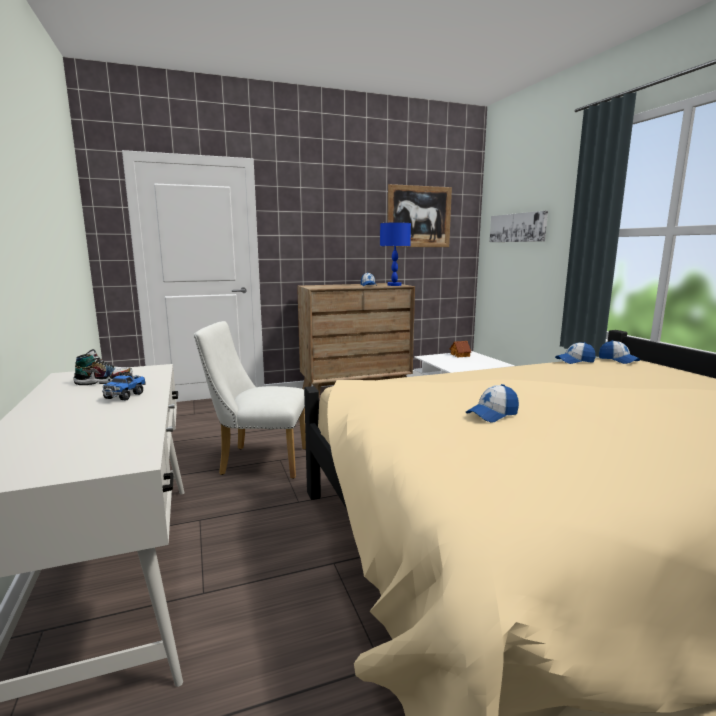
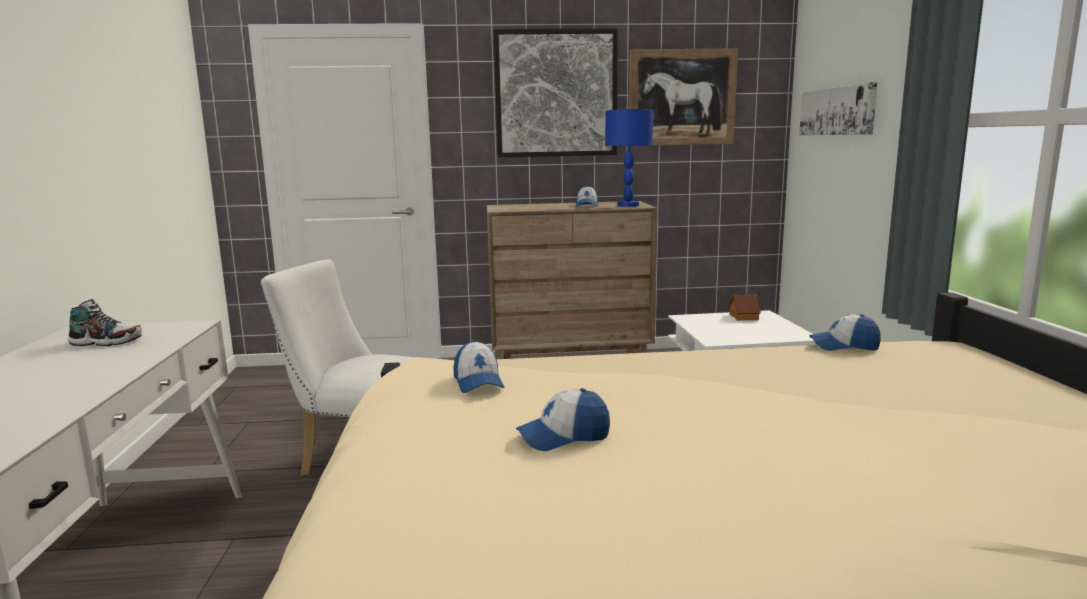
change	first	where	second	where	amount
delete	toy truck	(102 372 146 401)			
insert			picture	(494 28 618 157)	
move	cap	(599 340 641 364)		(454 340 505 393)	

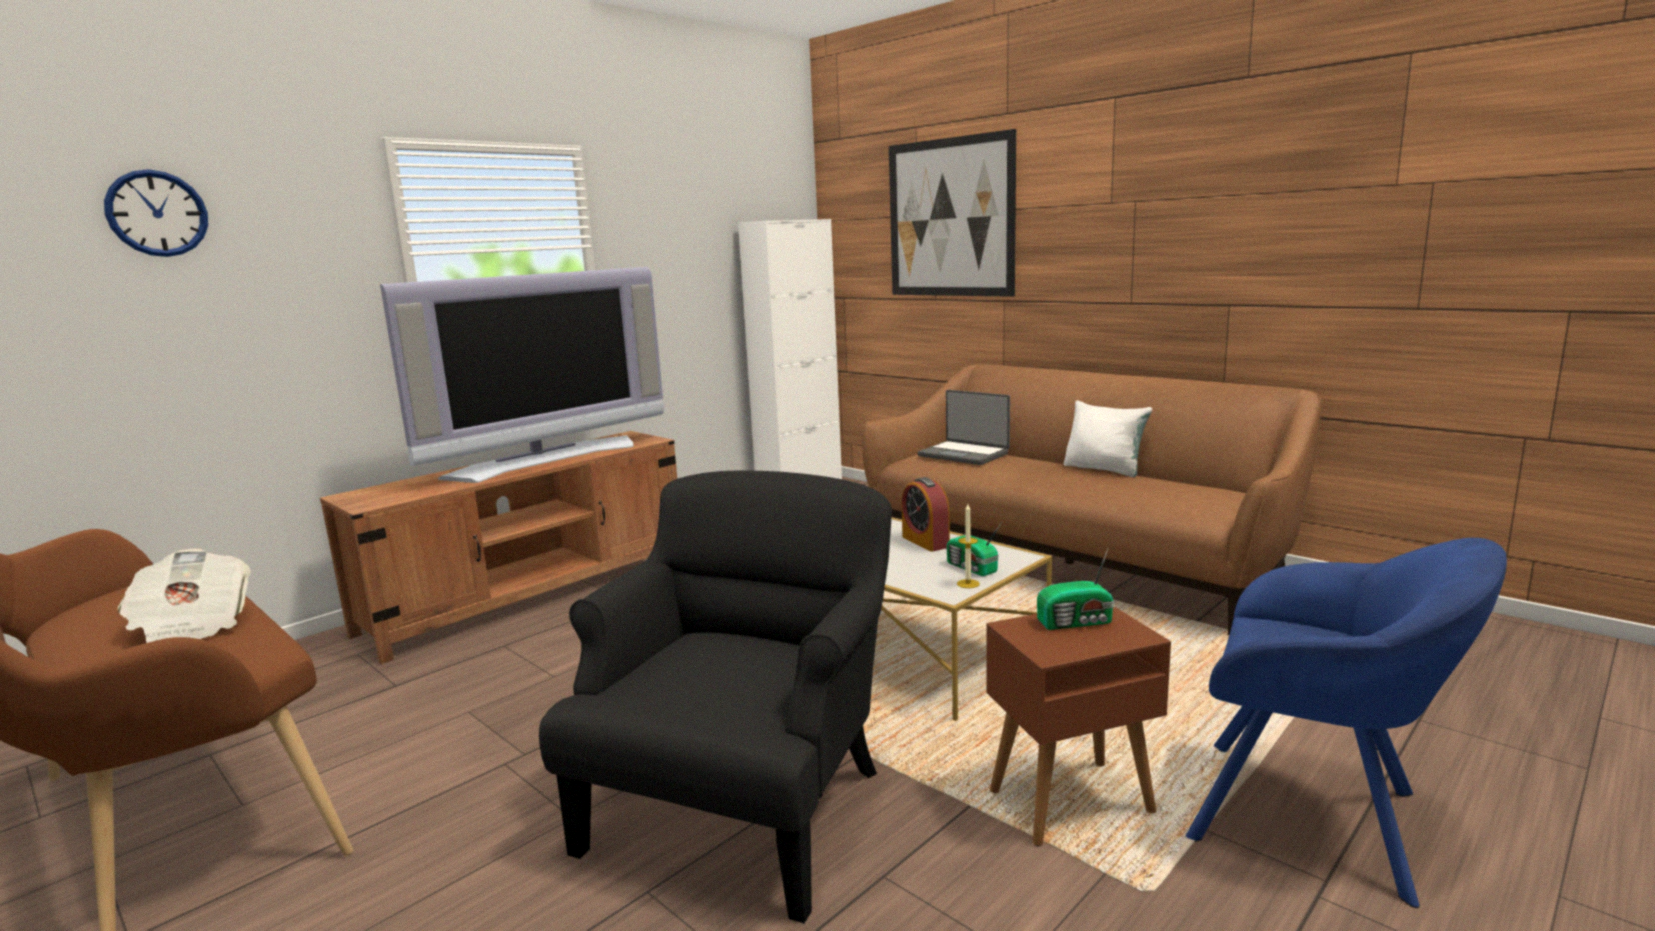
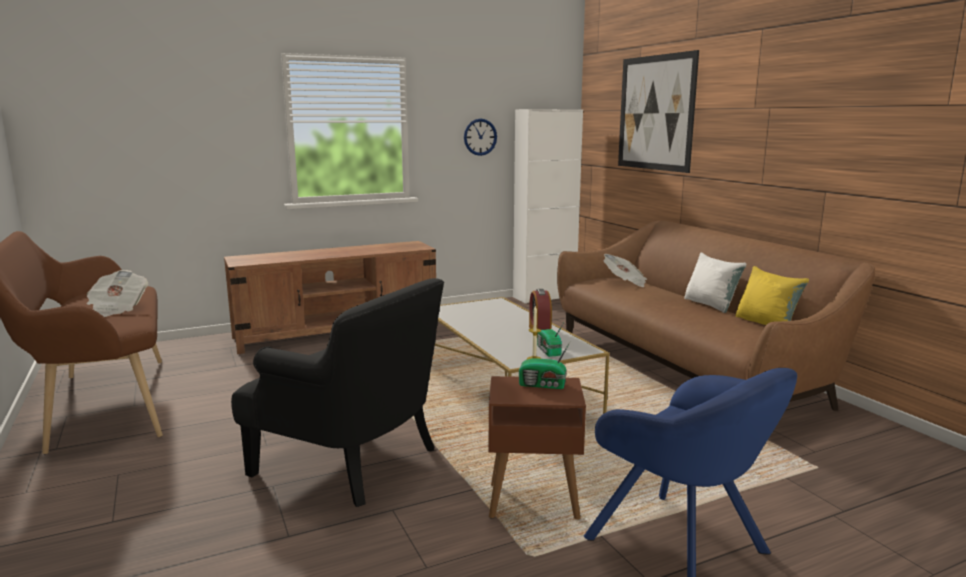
change	first	where	second	where	amount
delete	television	(380 267 664 483)			
insert			yellow pillow	(735 266 809 325)	
move	wall clock	(104 169 208 257)		(464 119 497 156)	
replace	laptop	(918 390 1010 465)	newspaper	(603 254 647 287)	
rotate	black armchair	(539 470 892 923)		(231 278 444 507)	75 degrees clockwise

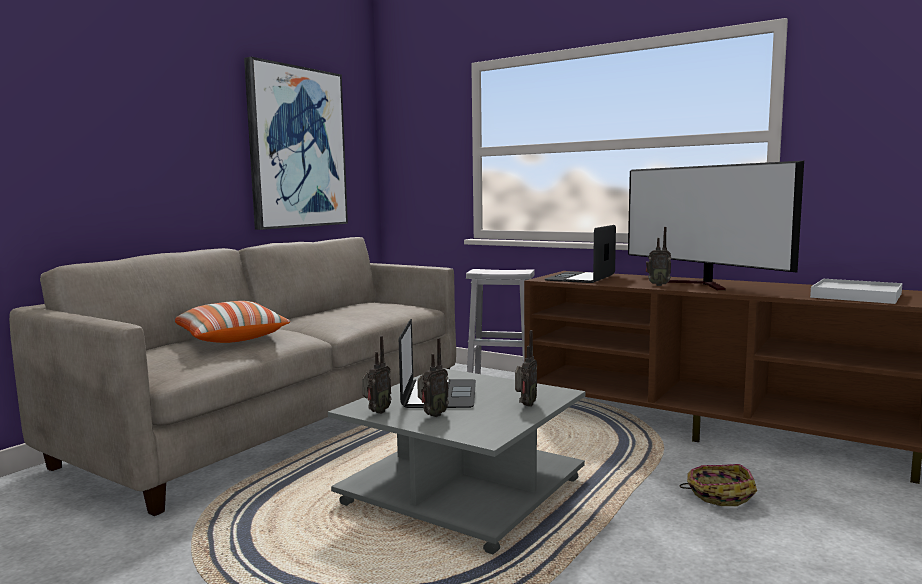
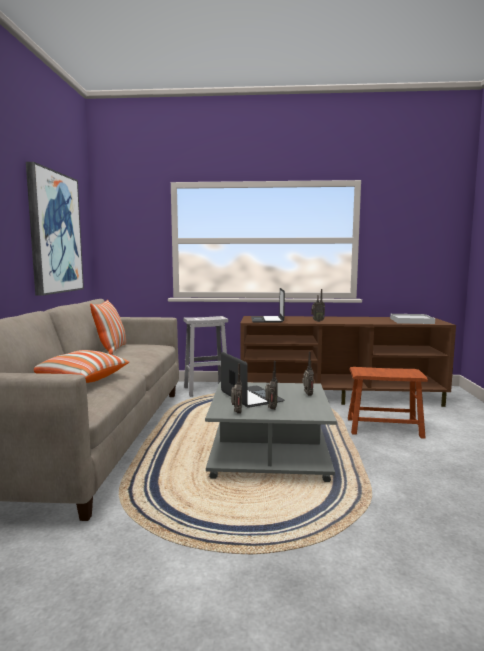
change	first	where	second	where	amount
delete	television	(628 161 804 290)			
insert			pillow	(90 300 126 355)	
replace	basket	(680 464 757 506)	brown stool	(348 367 428 439)	

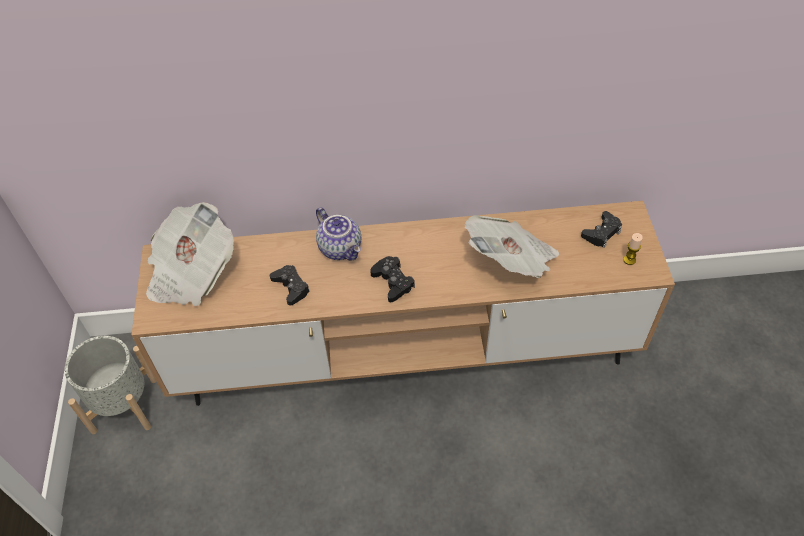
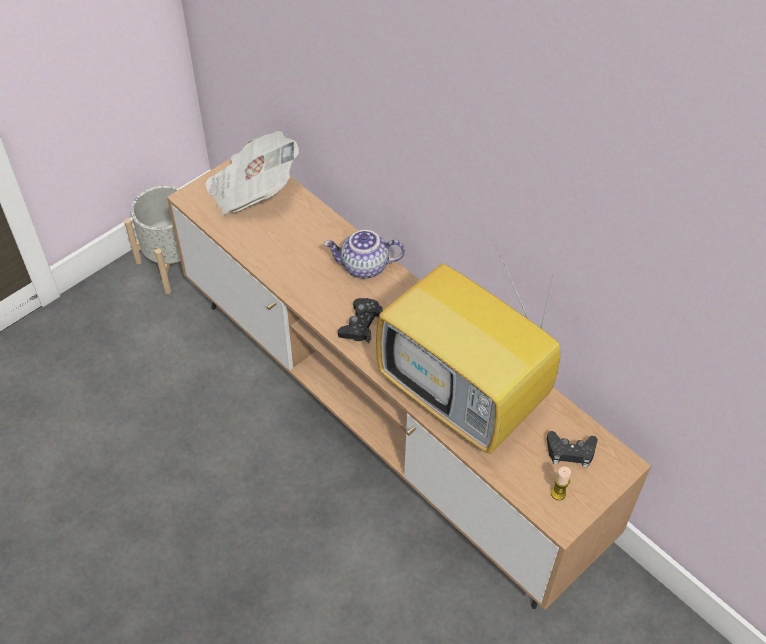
change	first	where	second	where	amount
delete	black game controller	(270 265 310 306)			
replace	newspaper	(465 215 559 278)	television	(376 242 560 454)	
rotate	teapot	(316 207 361 260)		(324 230 405 279)	75 degrees clockwise

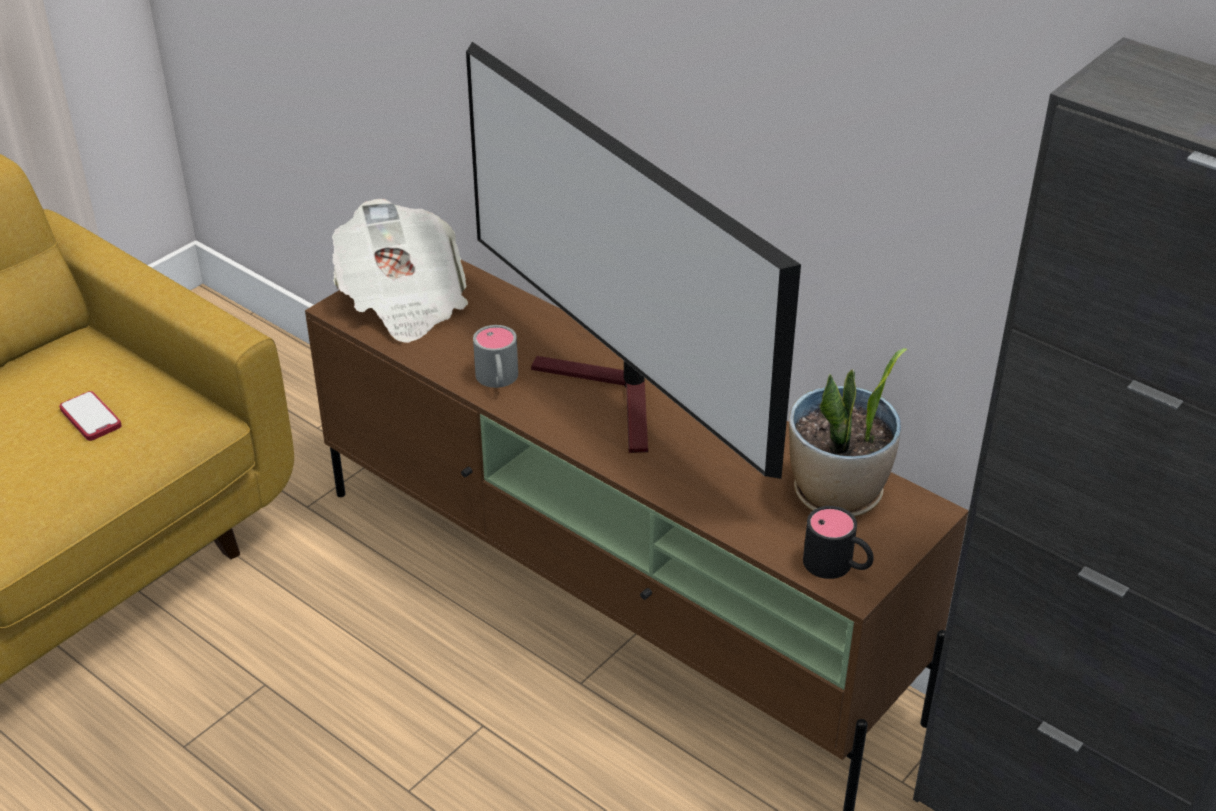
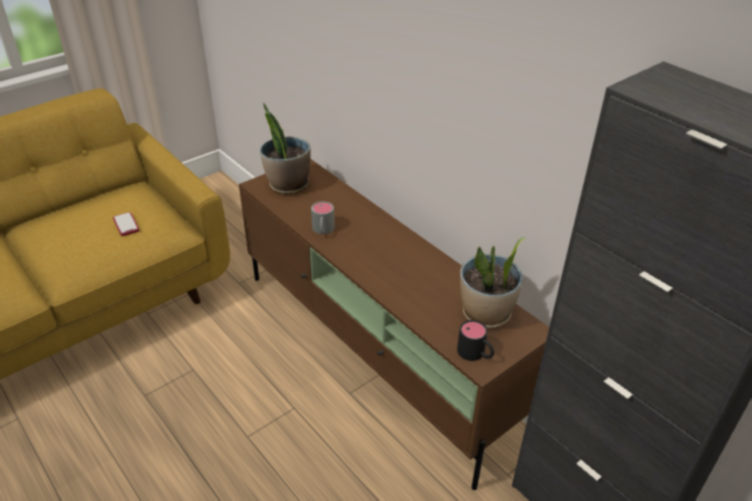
change	first	where	second	where	amount
delete	television	(466 42 801 479)			
replace	newspaper	(332 199 468 343)	potted plant	(260 102 310 195)	

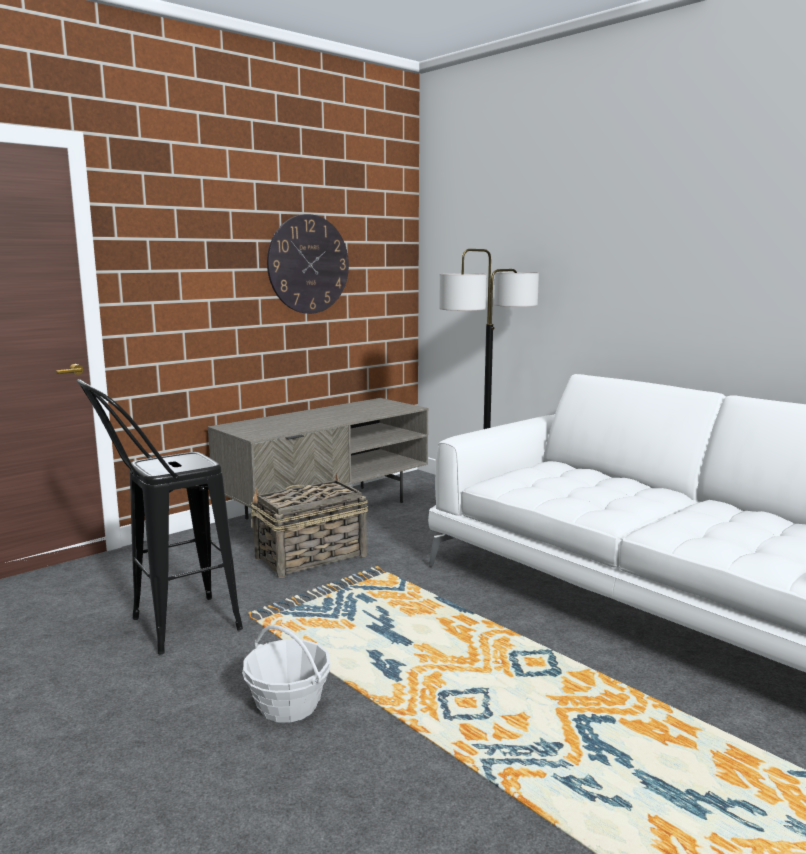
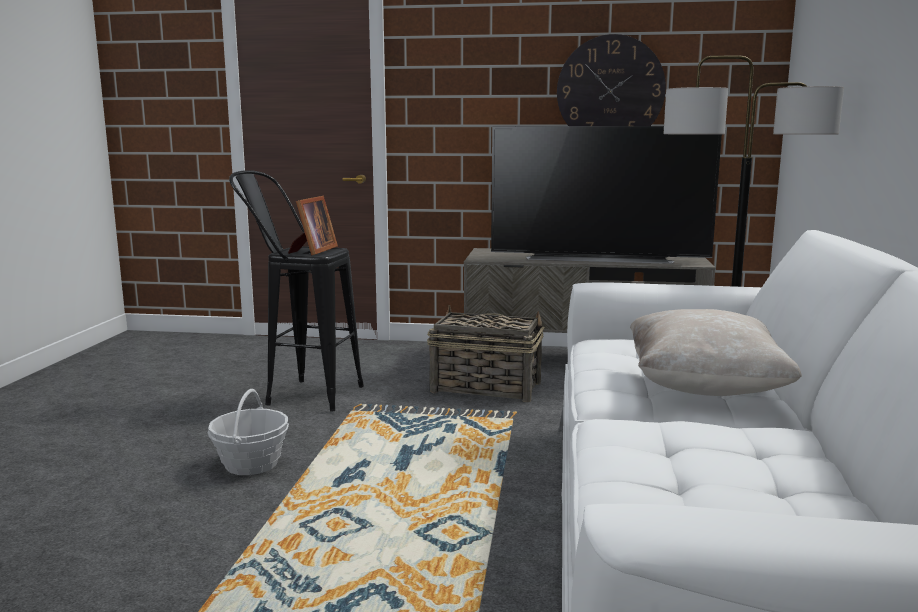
change	first	where	second	where	amount
insert			picture frame	(288 196 338 255)	
insert			television	(491 126 722 264)	
insert			beige pillow	(630 309 802 396)	

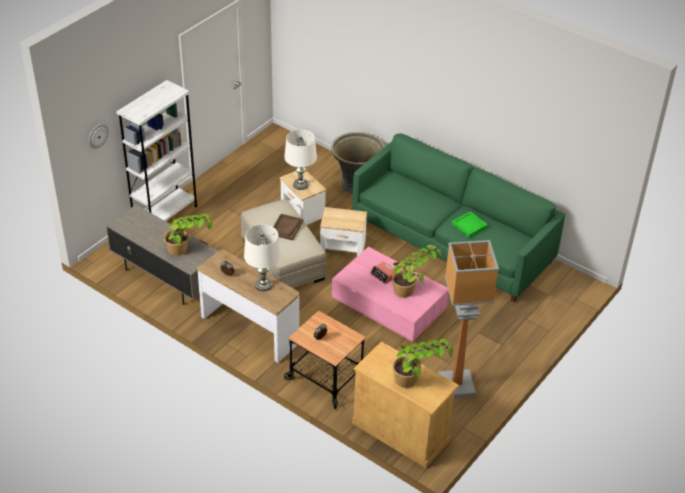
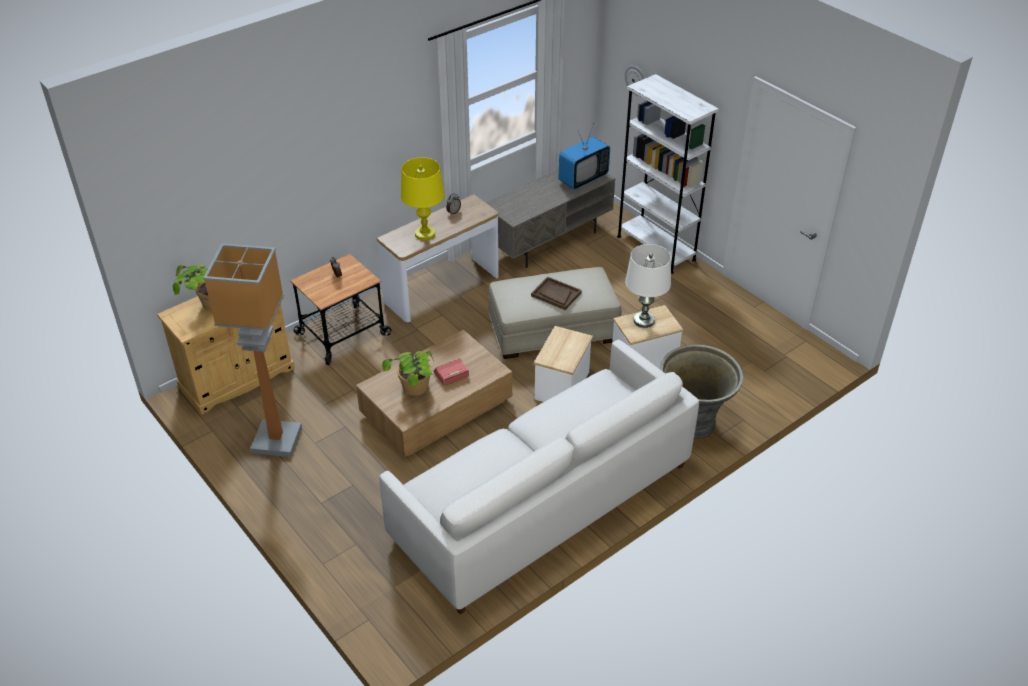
change	first	where	second	where	amount
delete	potted plant	(164 214 213 256)			
delete	green tray	(452 211 488 237)			
insert			television	(559 123 610 190)	
recolor	white table lamp	(244 224 281 291)	yellow table lamp	(401 157 444 240)	
recolor	pink coffee table	(332 247 449 342)	brown coffee table	(356 330 512 457)	
recolor	green sofa	(352 133 565 302)	white sofa	(380 340 699 615)	

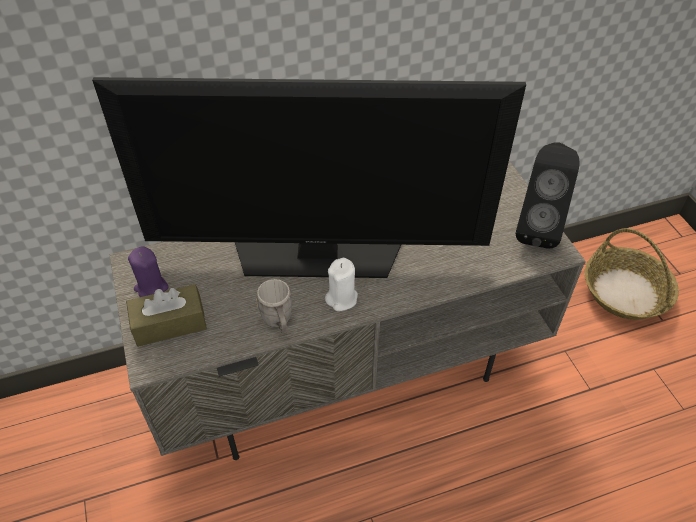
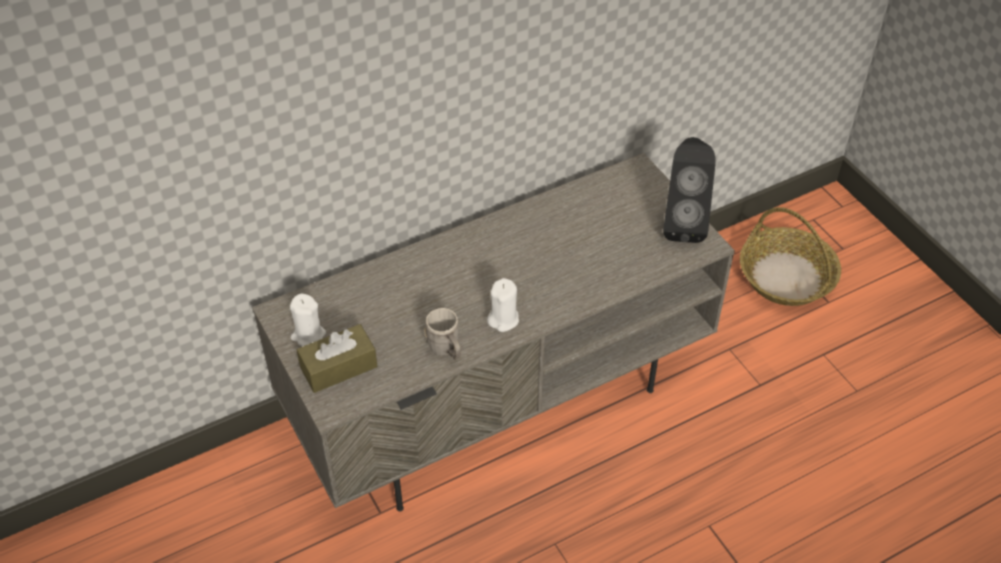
change	first	where	second	where	amount
delete	television	(92 77 526 278)			
recolor	purple candle	(128 246 168 297)	white candle	(290 294 326 347)	

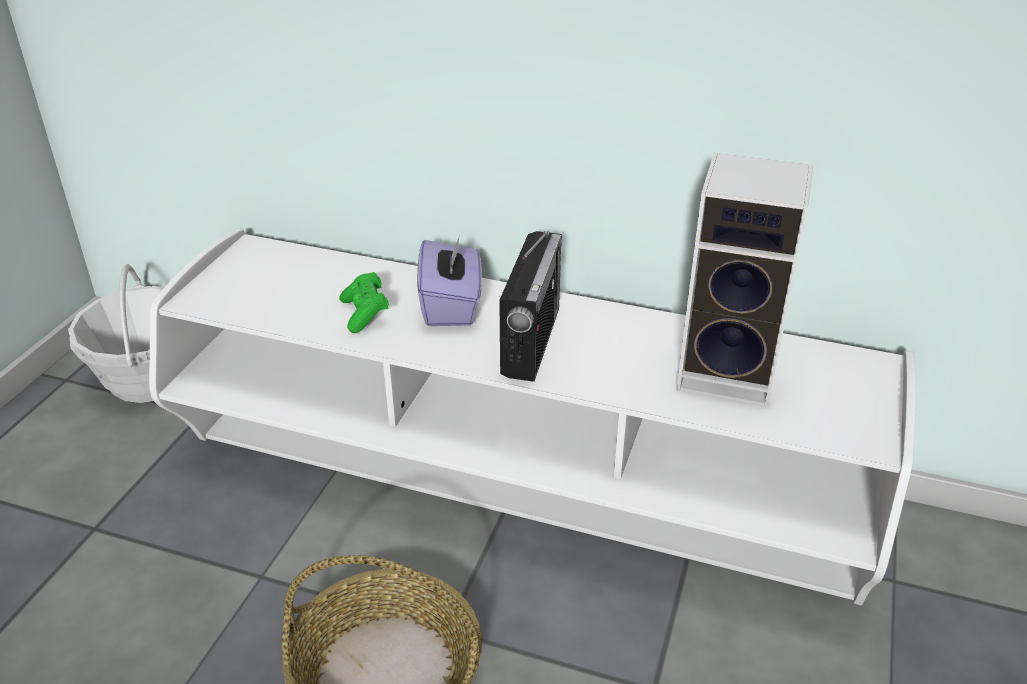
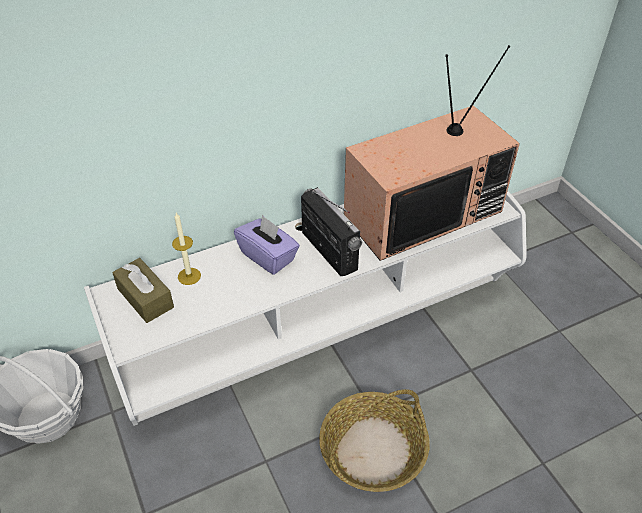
change	first	where	second	where	amount
delete	green game controller	(339 272 389 333)			
insert			brown tissue box	(112 258 174 323)	
insert			candle	(172 213 201 285)	
replace	speaker	(676 153 813 407)	television	(344 45 520 261)	

